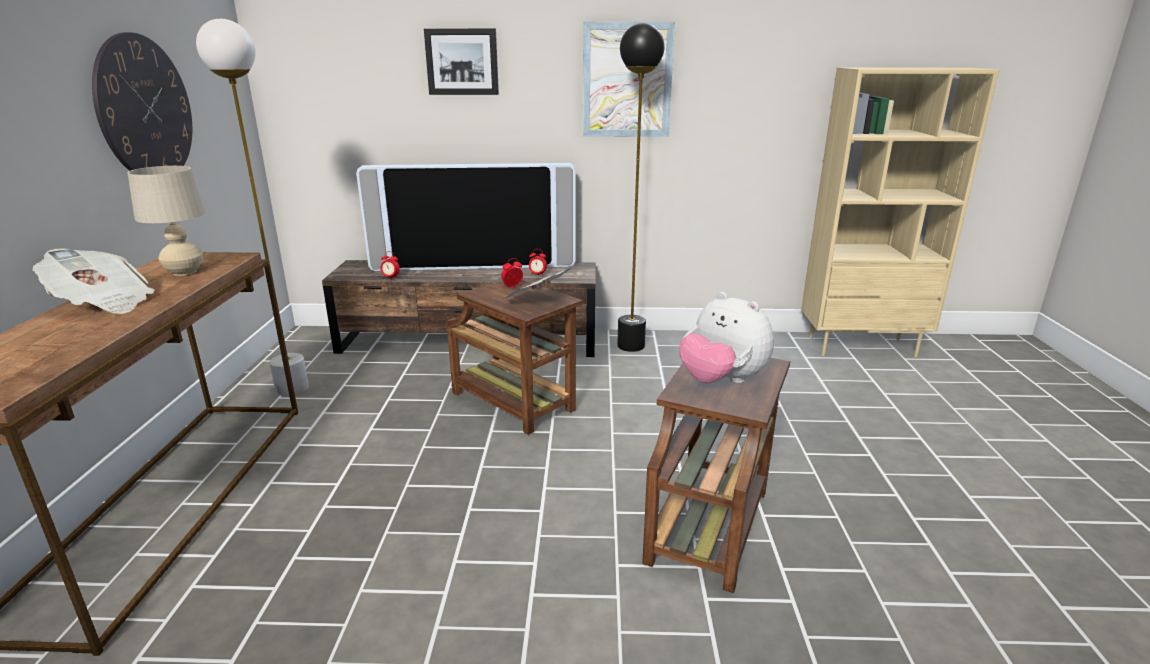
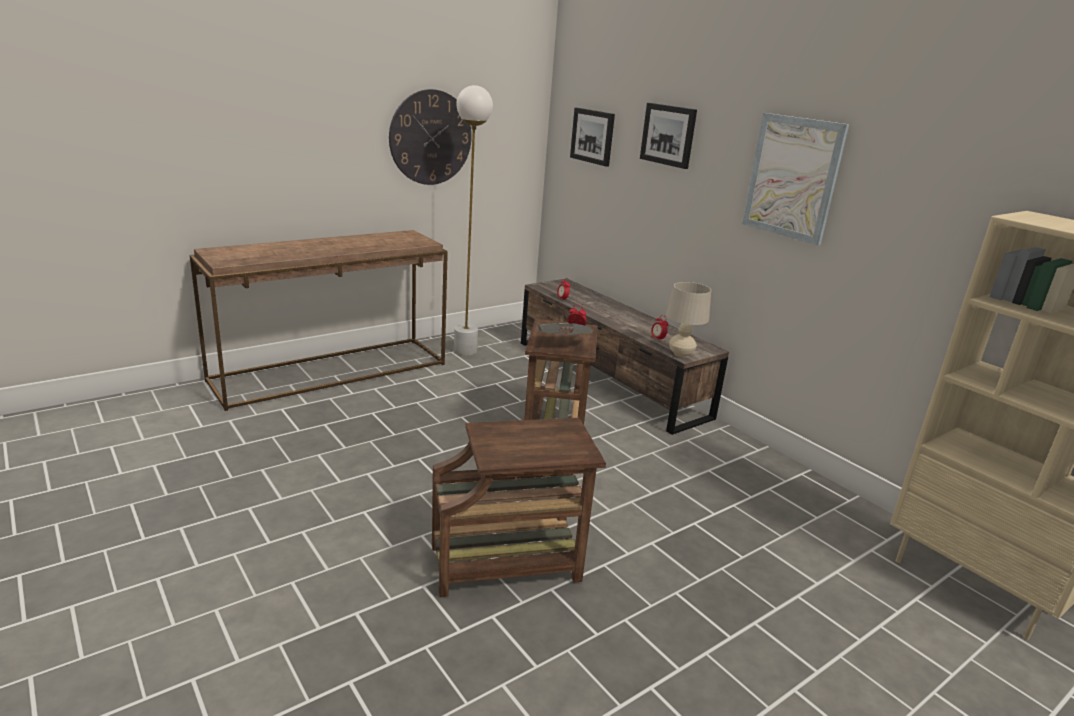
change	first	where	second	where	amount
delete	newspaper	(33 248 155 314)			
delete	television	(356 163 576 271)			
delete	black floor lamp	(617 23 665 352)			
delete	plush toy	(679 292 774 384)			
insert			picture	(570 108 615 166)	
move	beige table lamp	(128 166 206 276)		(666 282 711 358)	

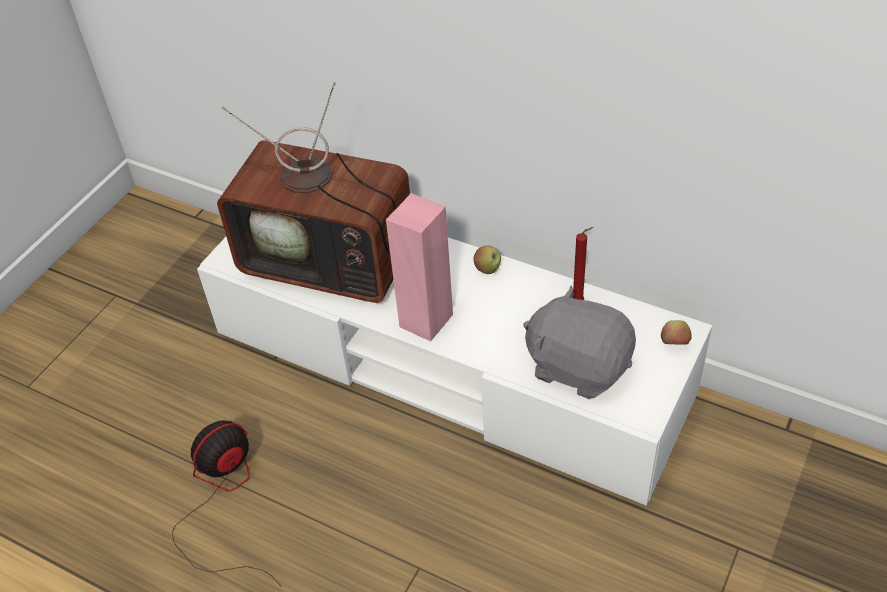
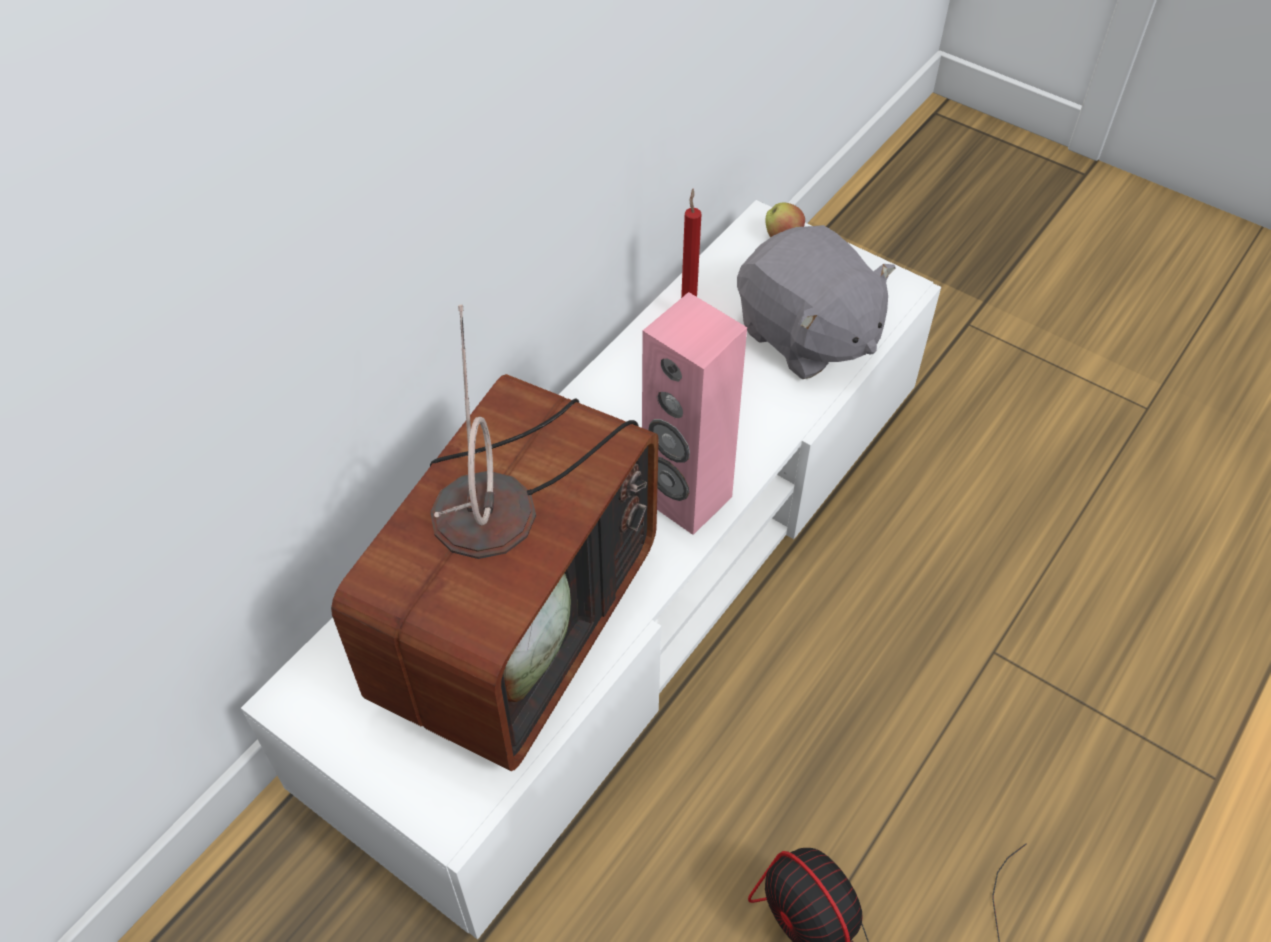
change	first	where	second	where	amount
delete	apple	(473 245 501 274)			
rotate	grey plush toy	(523 286 636 399)		(737 225 896 379)	75 degrees counterclockwise

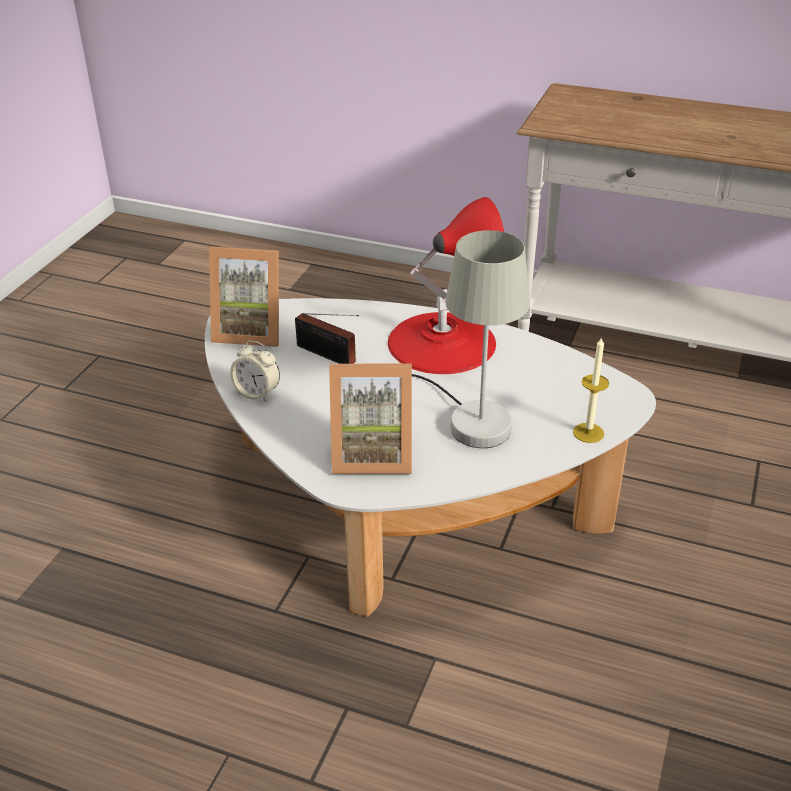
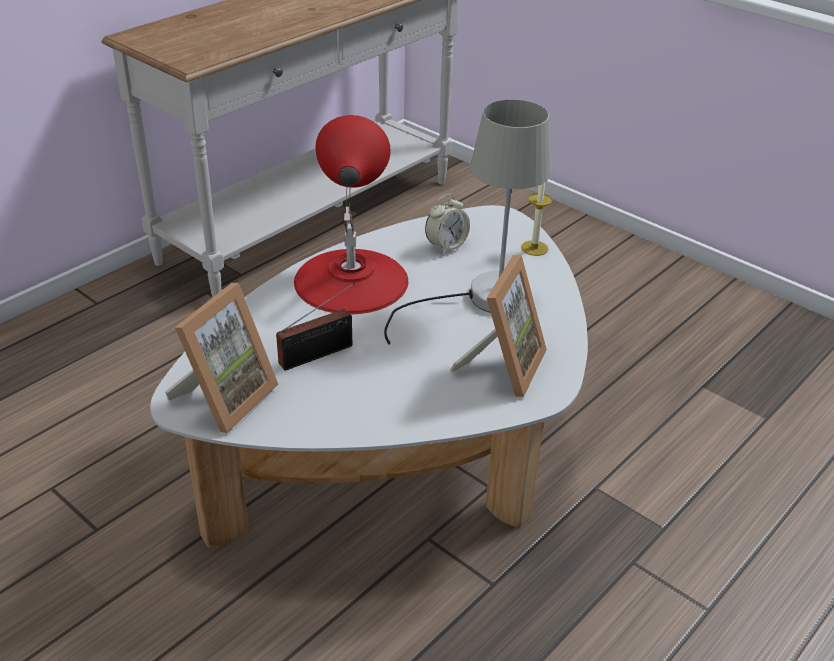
change	first	where	second	where	amount
move	alarm clock	(230 341 280 402)		(425 194 470 254)	

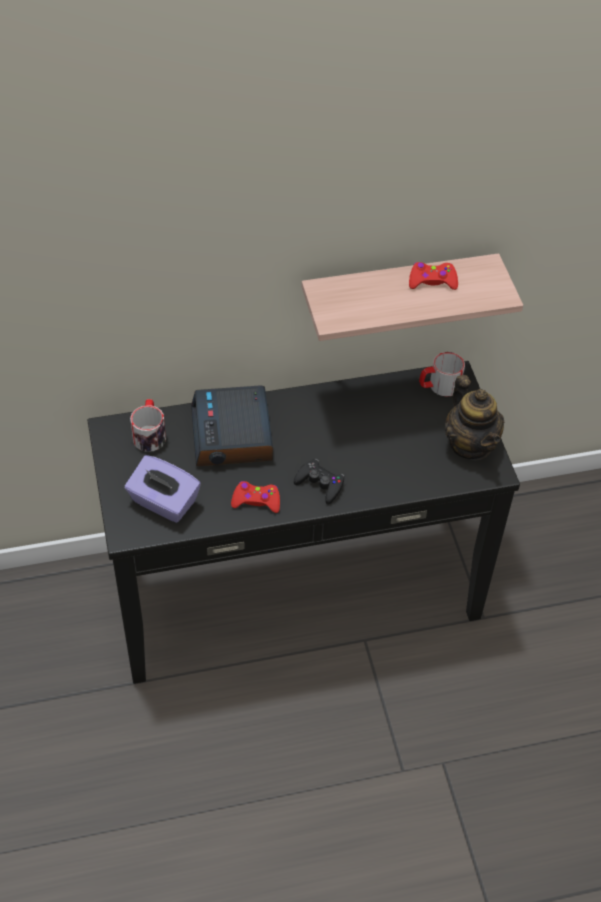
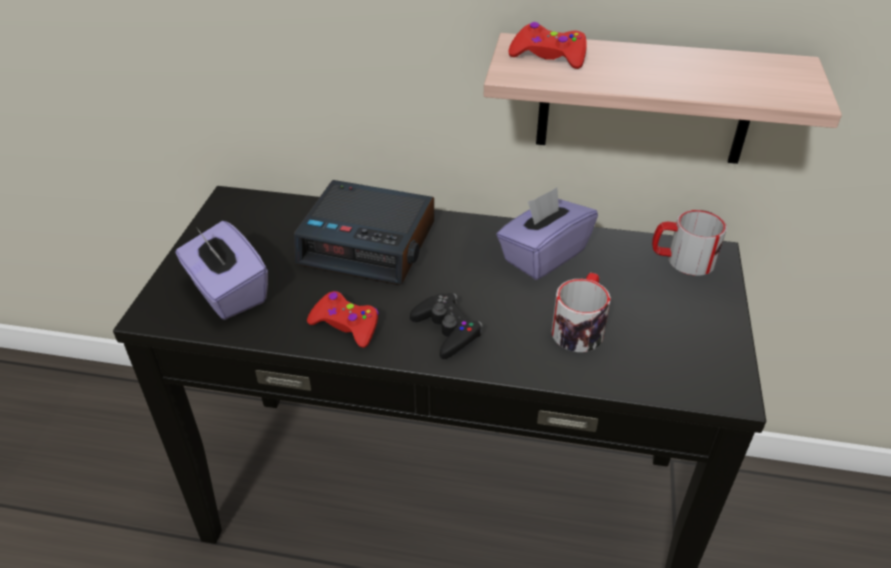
change	first	where	second	where	amount
delete	teapot	(445 375 504 460)			
insert			purple tissue box	(496 187 598 280)	
move	mug	(130 399 166 452)		(552 273 611 352)	
move	red game controller	(409 262 458 290)		(509 22 587 69)	
rotate	alarm clock	(191 385 273 466)		(294 180 434 285)	90 degrees counterclockwise

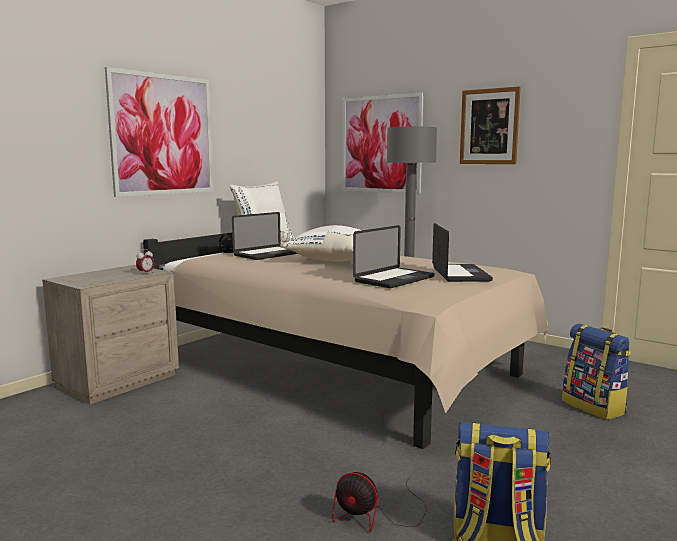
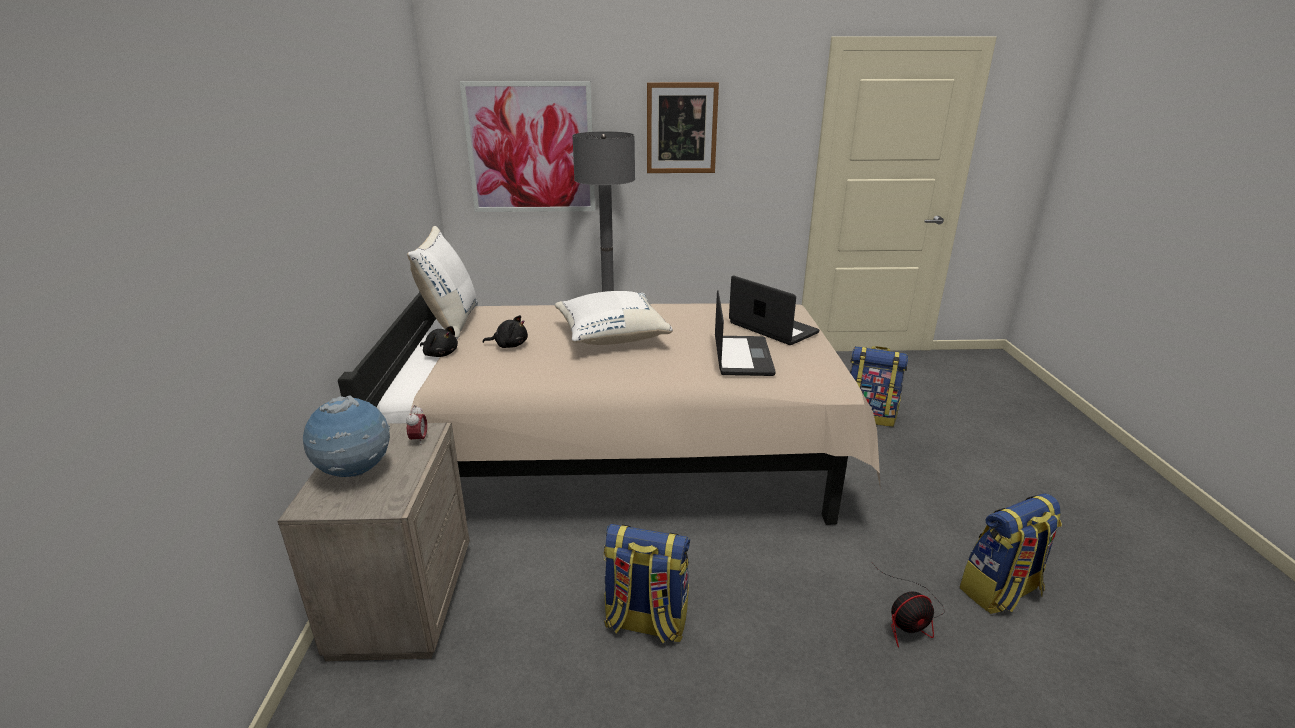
change	first	where	second	where	amount
delete	picture	(105 67 213 197)			
insert			globe	(303 395 390 477)	
insert			backpack	(604 524 690 643)	
replace	laptop	(232 212 298 260)	black plush toy	(482 315 528 348)	

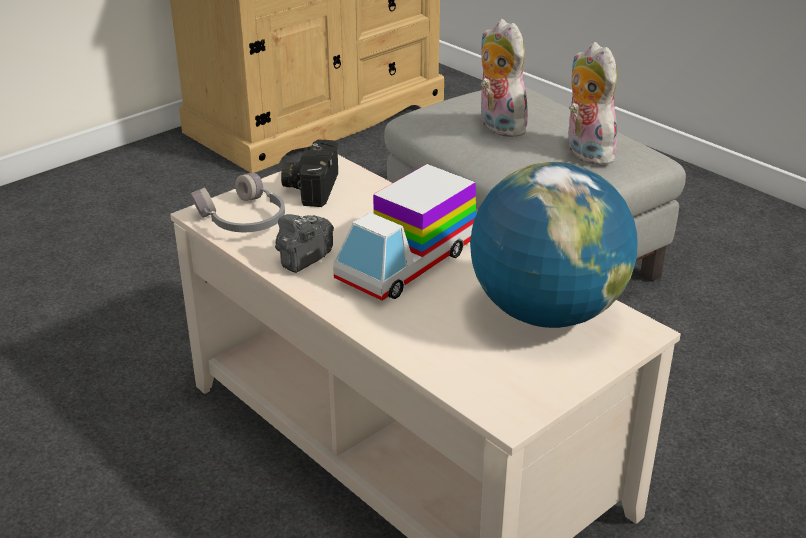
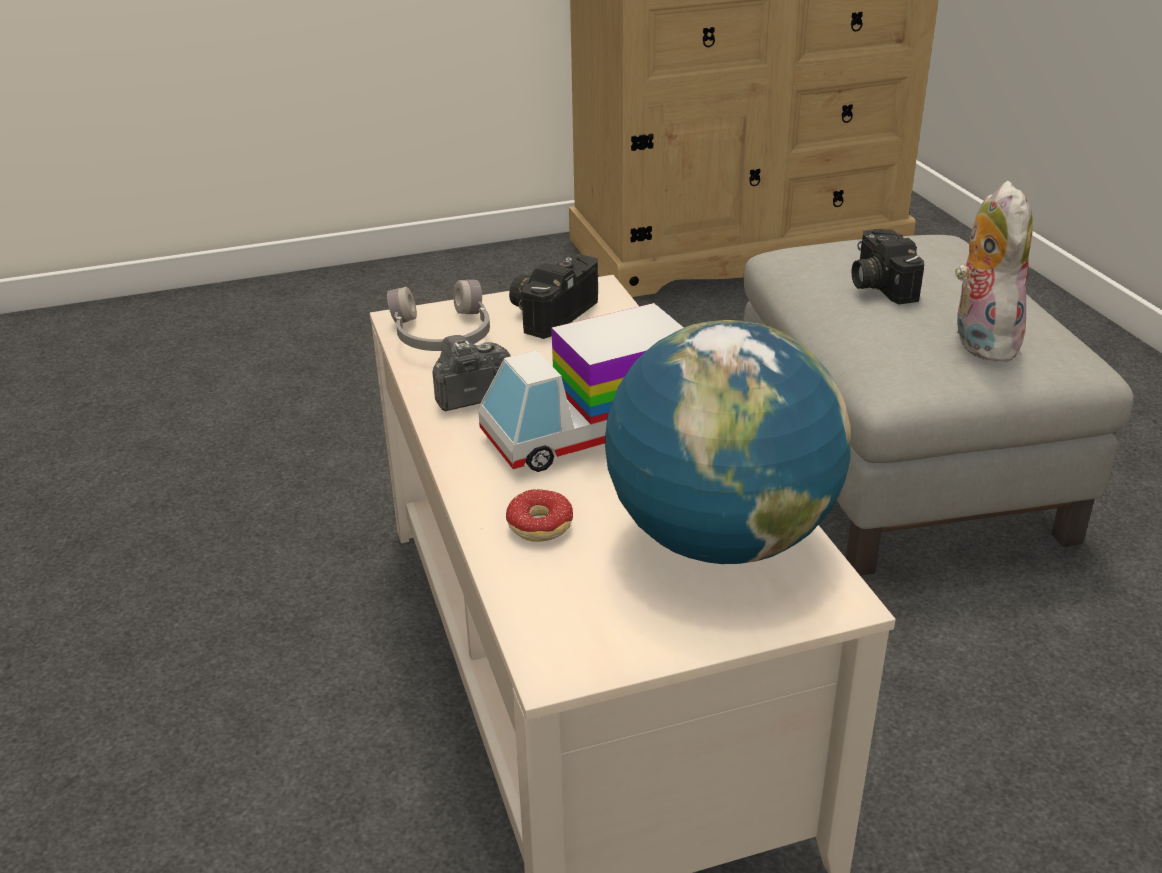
change	first	where	second	where	amount
insert			donut	(480 489 573 542)	
replace	plush toy	(481 19 528 137)	photo camera	(851 229 924 304)	

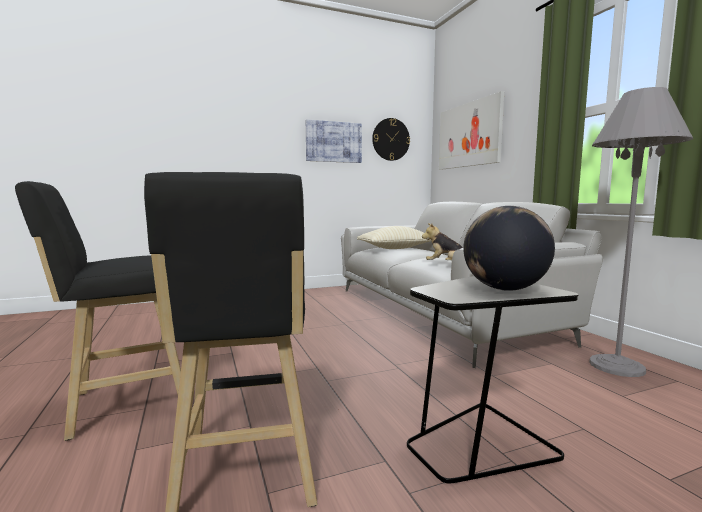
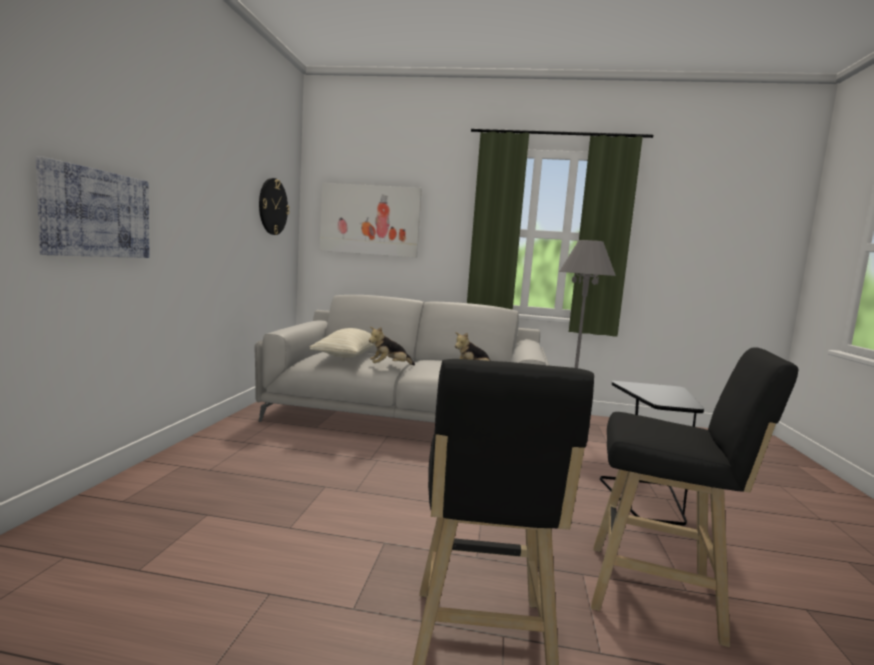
change	first	where	second	where	amount
delete	globe	(463 206 555 291)			
insert			plush toy	(369 327 415 365)	
move	picture	(306 119 362 163)		(36 156 149 258)	

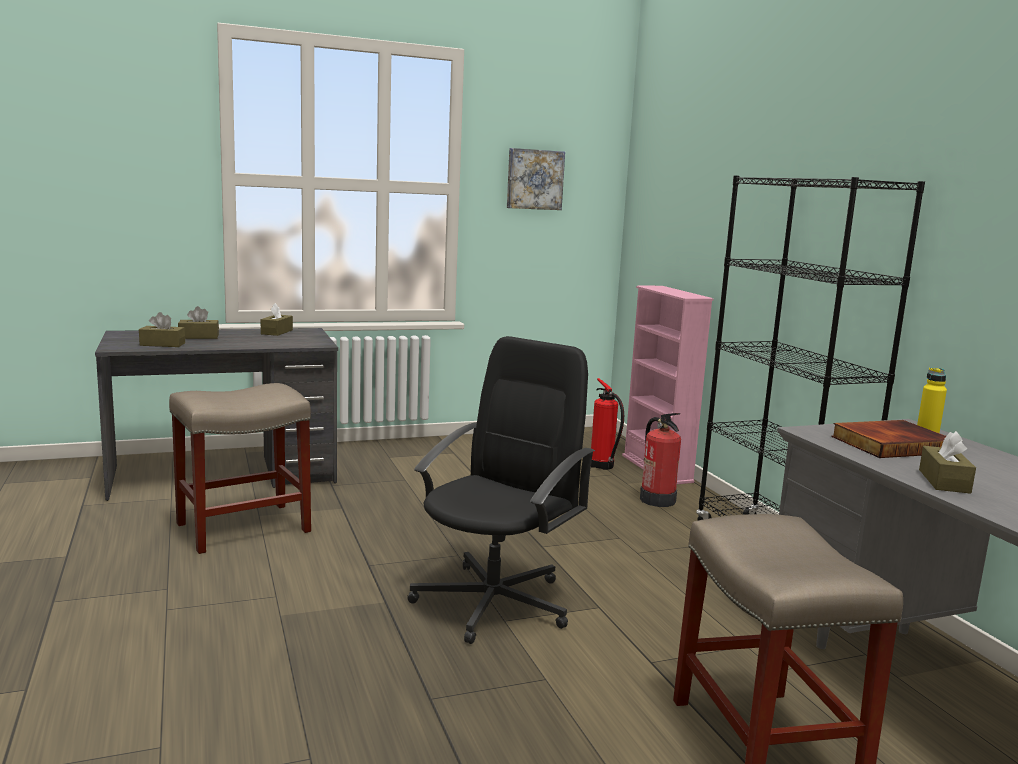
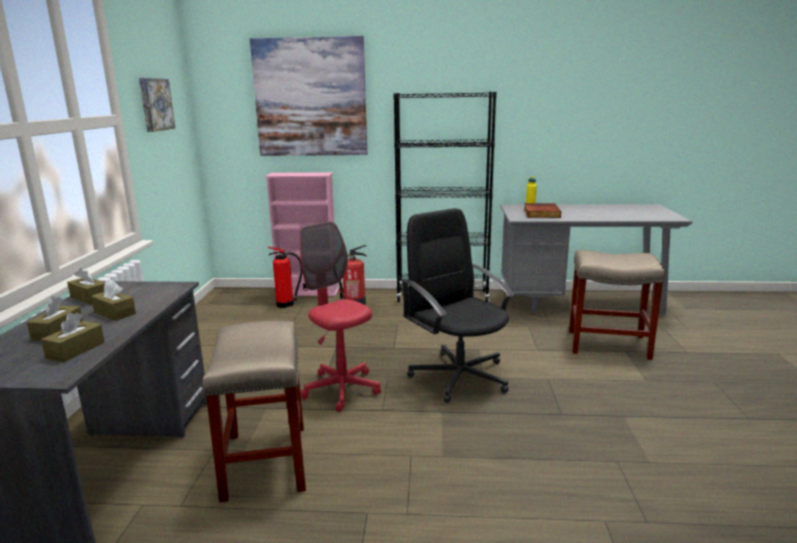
change	first	where	second	where	amount
insert			picture	(250 36 367 156)	
insert			red office chair	(300 221 381 412)	
move	brown tissue box	(919 431 976 494)		(91 280 136 321)	

